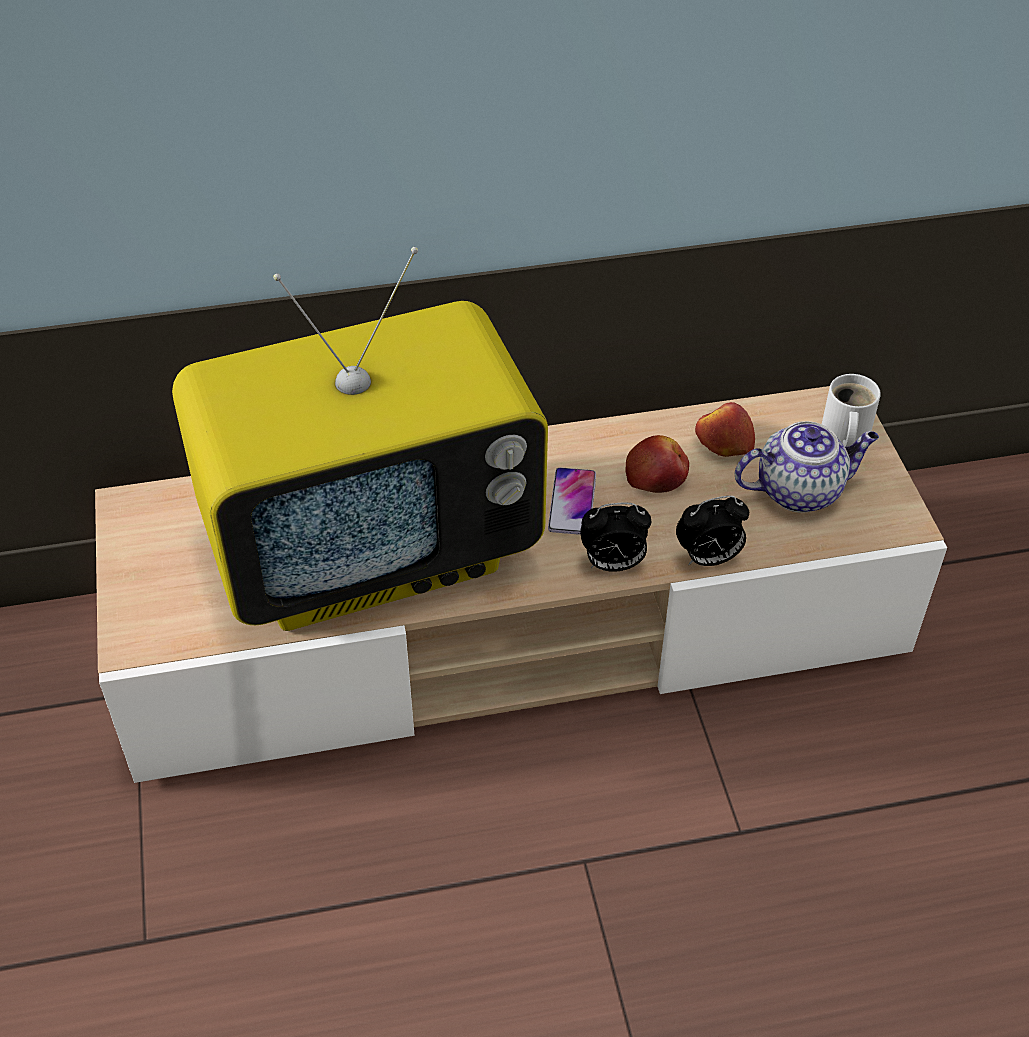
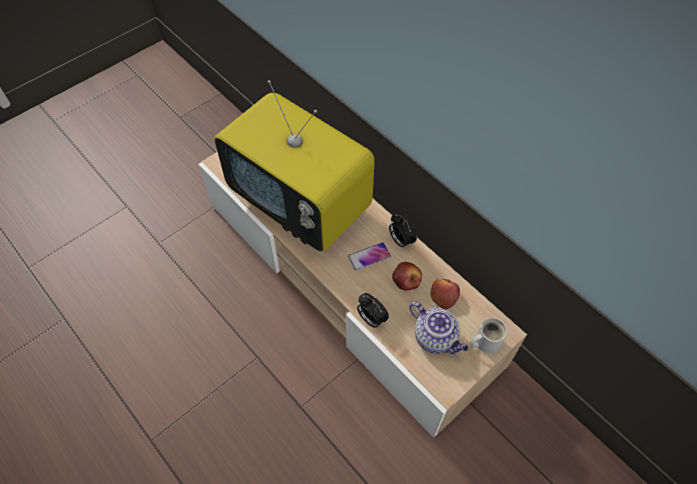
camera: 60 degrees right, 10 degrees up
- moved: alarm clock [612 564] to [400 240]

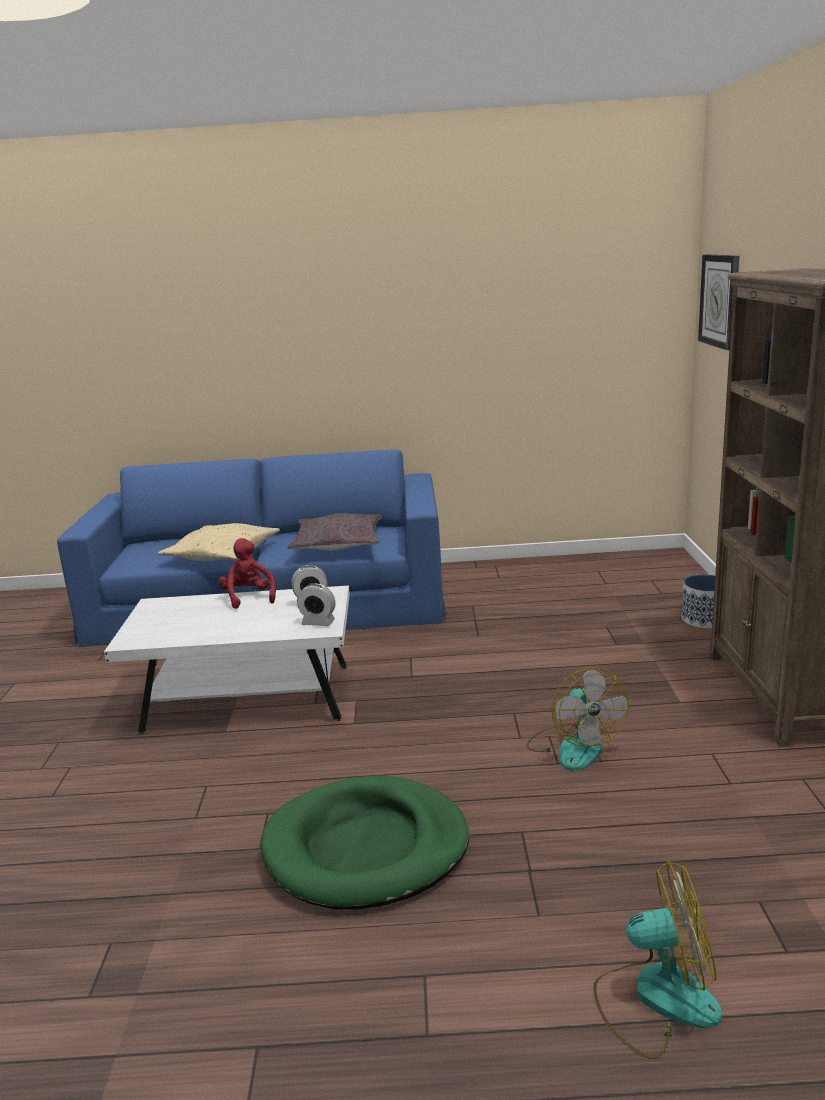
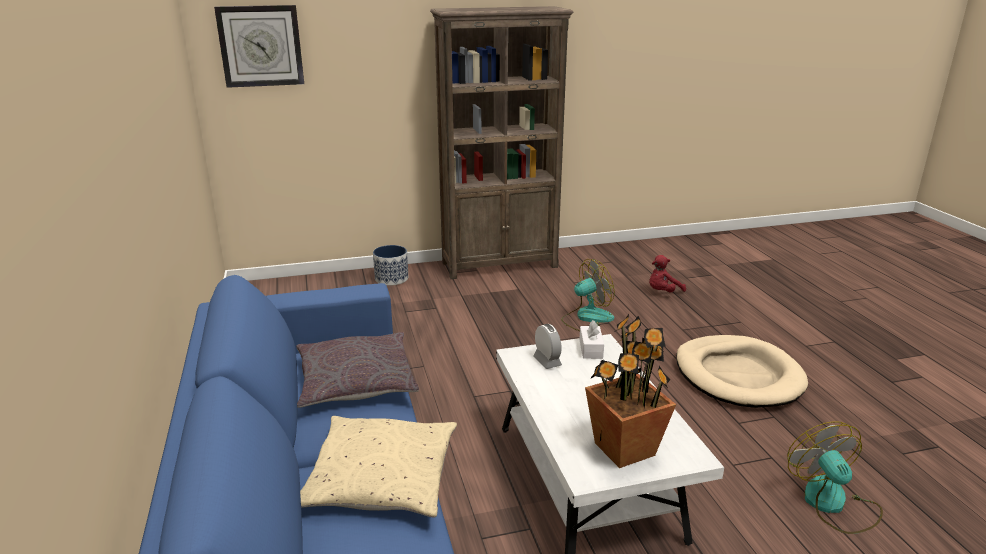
camera: 105 degrees left, 5 degrees up
- added: potted plant [625 448]
- moved: red plush toy [249 597] to [663 292]
- moved: fan [656 998] to [832 504]
- replaced: alarm clock [318 623] to white tissue box [591 349]
- recoloured: green dog bed [366 848] to beige dog bed [738 375]

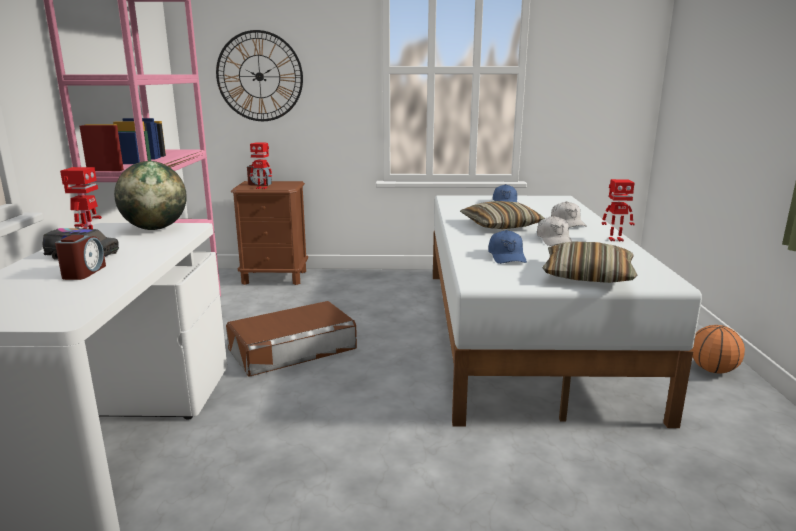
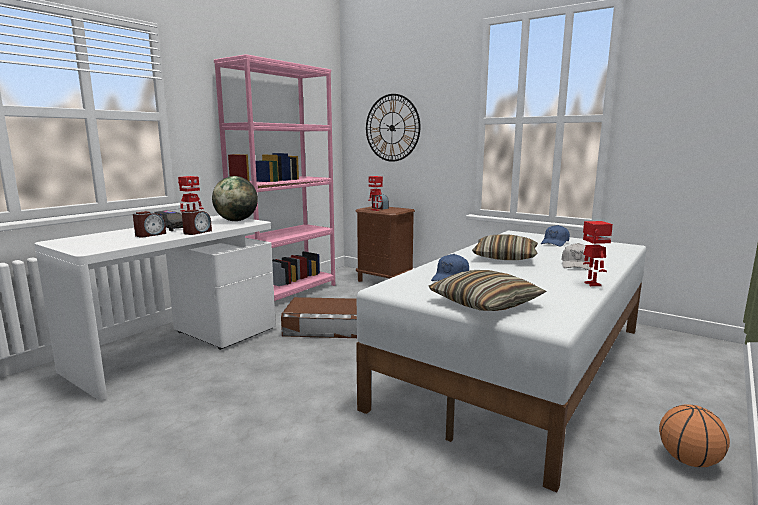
camera: 35 degrees right, 5 degrees down
- removed: white cap [554 240]
- added: alarm clock [197 232]
- turned: toy robot [615 239] = [591 284] 135 degrees counterclockwise

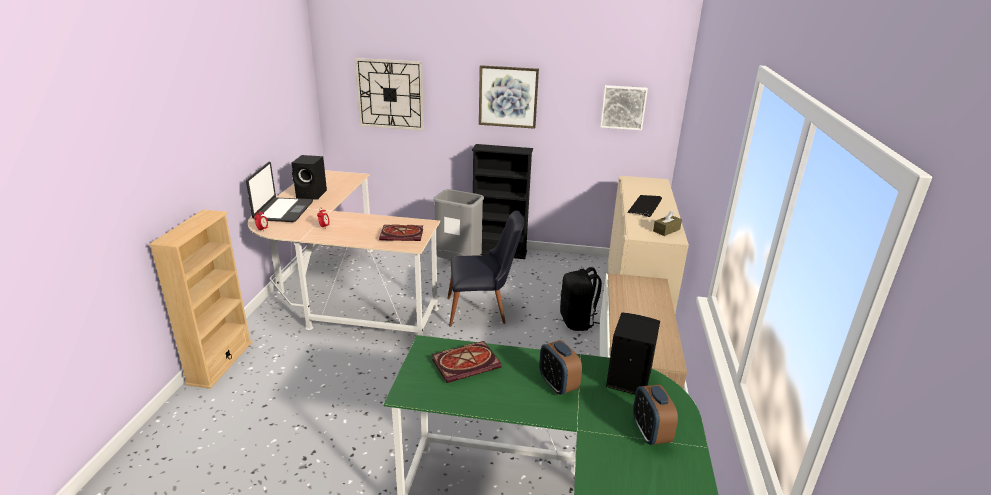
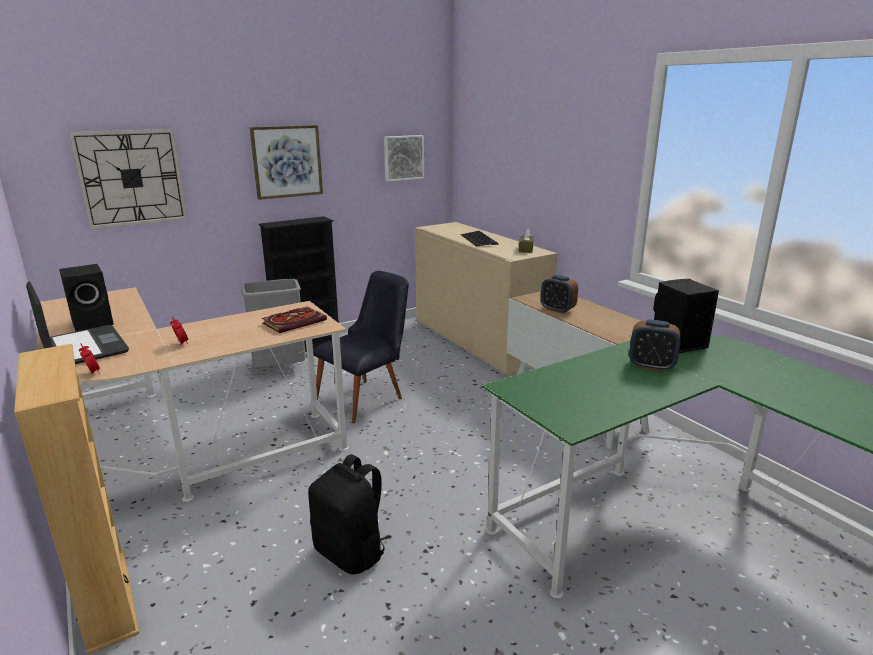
camera: 40 degrees left, 5 degrees down
- removed: book [467 363]
- moved: black backpack [577 321] to [351 552]
- moved: alarm clock [650 433] to [557 310]

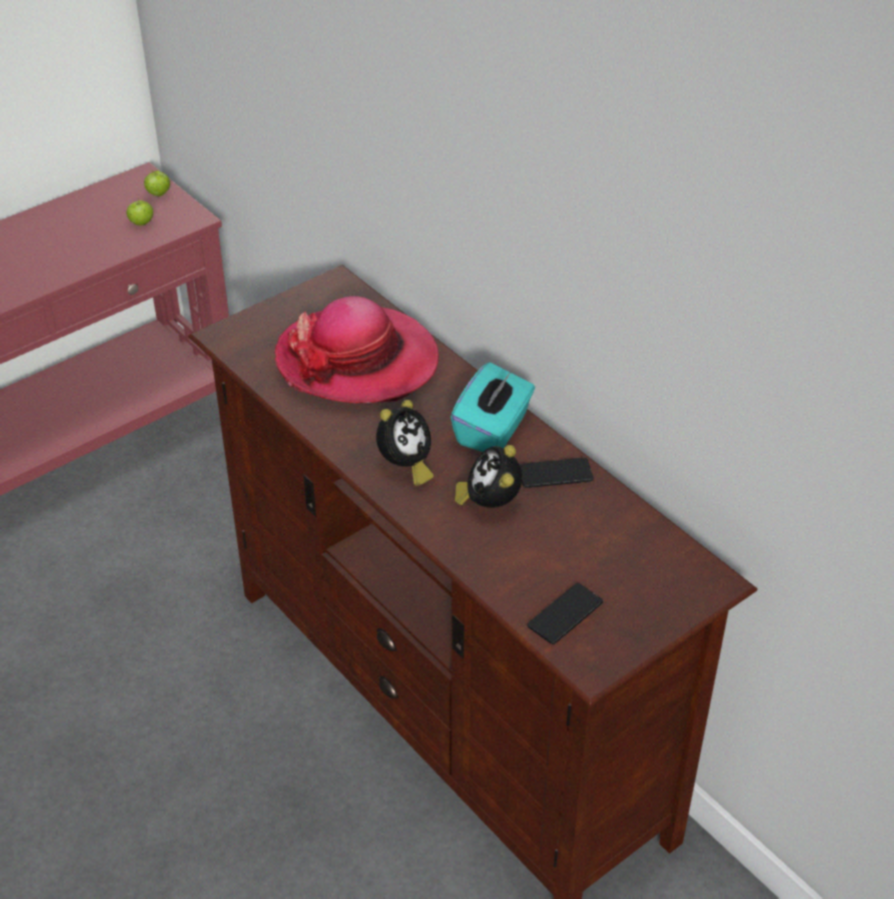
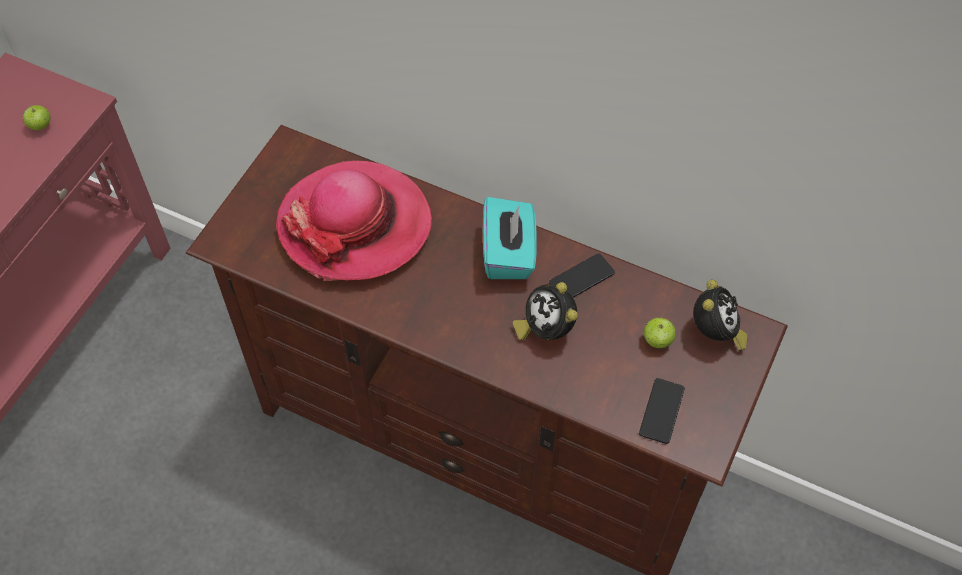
camera: 25 degrees left, 15 degrees up
- moved: apple [158 194] to [657 340]
- moved: alarm clock [405 467] to [715 333]

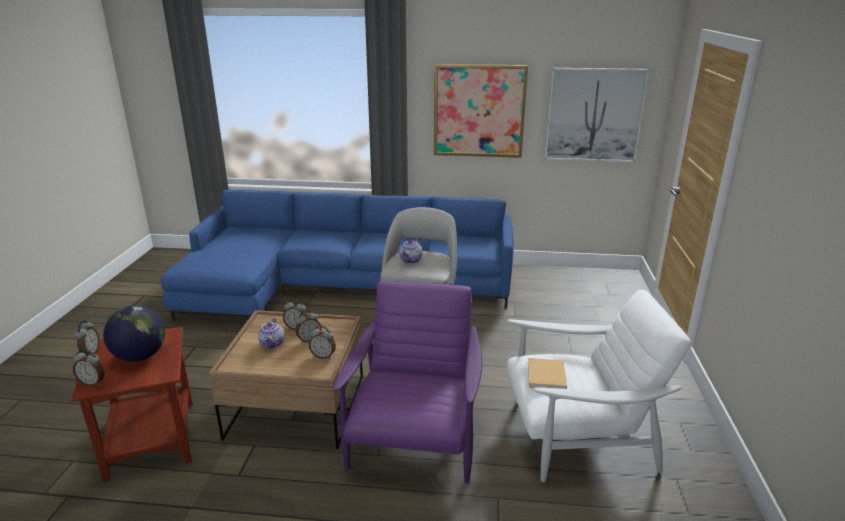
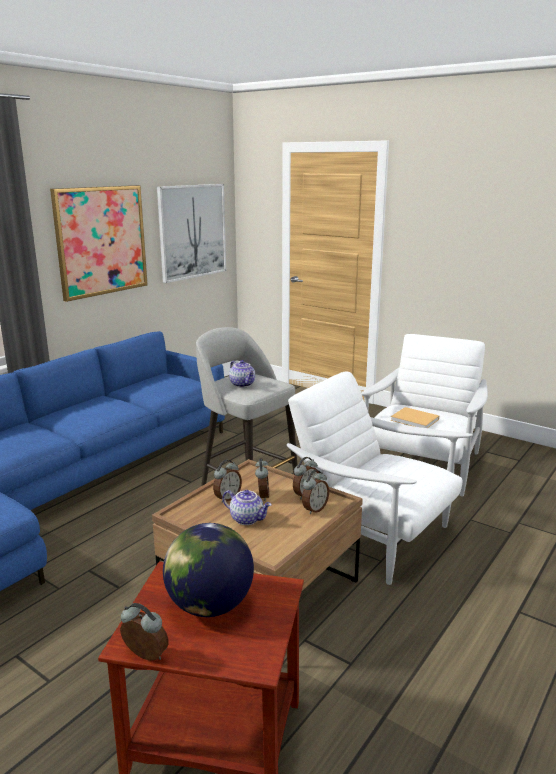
camera: 60 degrees left, 5 degrees down
- moved: alarm clock [93 383] to [314 509]
- recoloured: purple armchair [415 438] to white armchair [371 534]

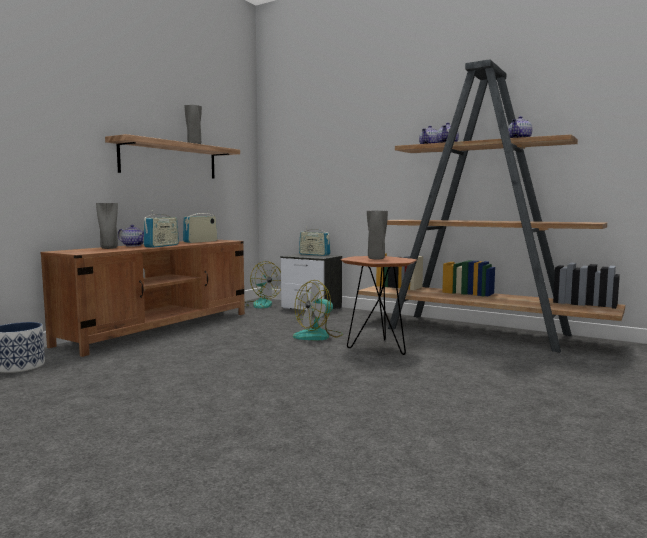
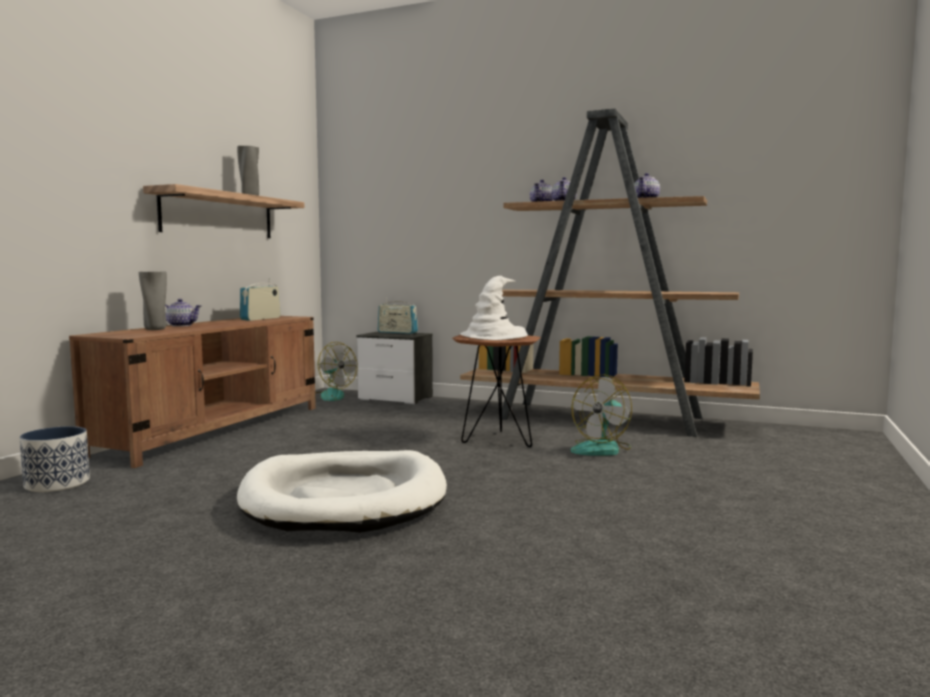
camera: 10 degrees left, 0 degrees up
- removed: radio [161 246]
- added: white dog bed [344 498]
- moved: fan [318 336] to [602 449]
- replaced: grey vase [376 258] to white hat [494 336]

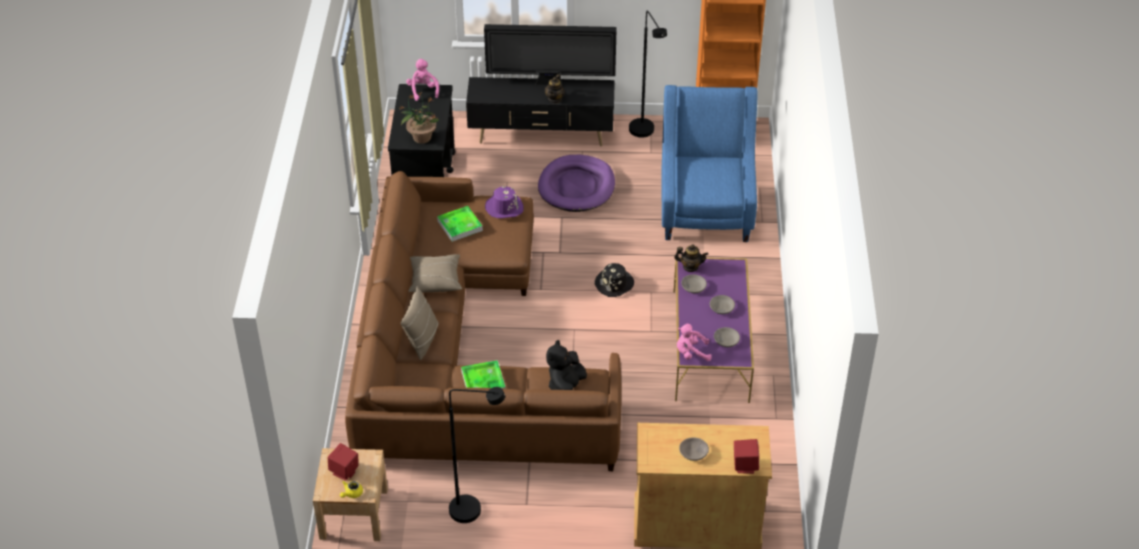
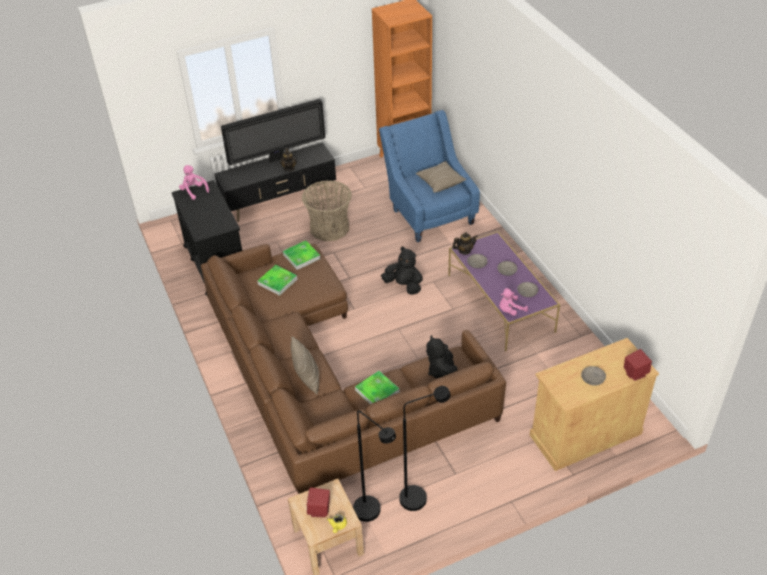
camera: 25 degrees left, 0 degrees up
- removed: potted plant [421 137]
- moved: beige pillow [435 280] to [440 182]
- moved: black floor lamp [645 133] to [373 514]
- replaced: purple hat [504 207] to tray [301 257]
- replaced: purple dog bed [576 186] to basket [329 228]
- replaced: black hat [614 284] to black plush toy [404 285]

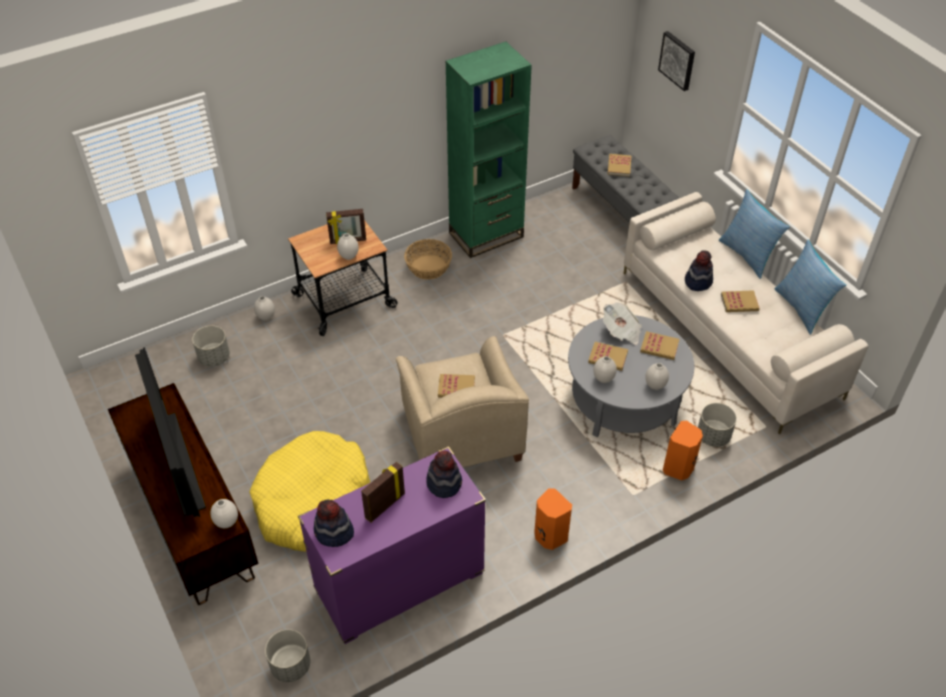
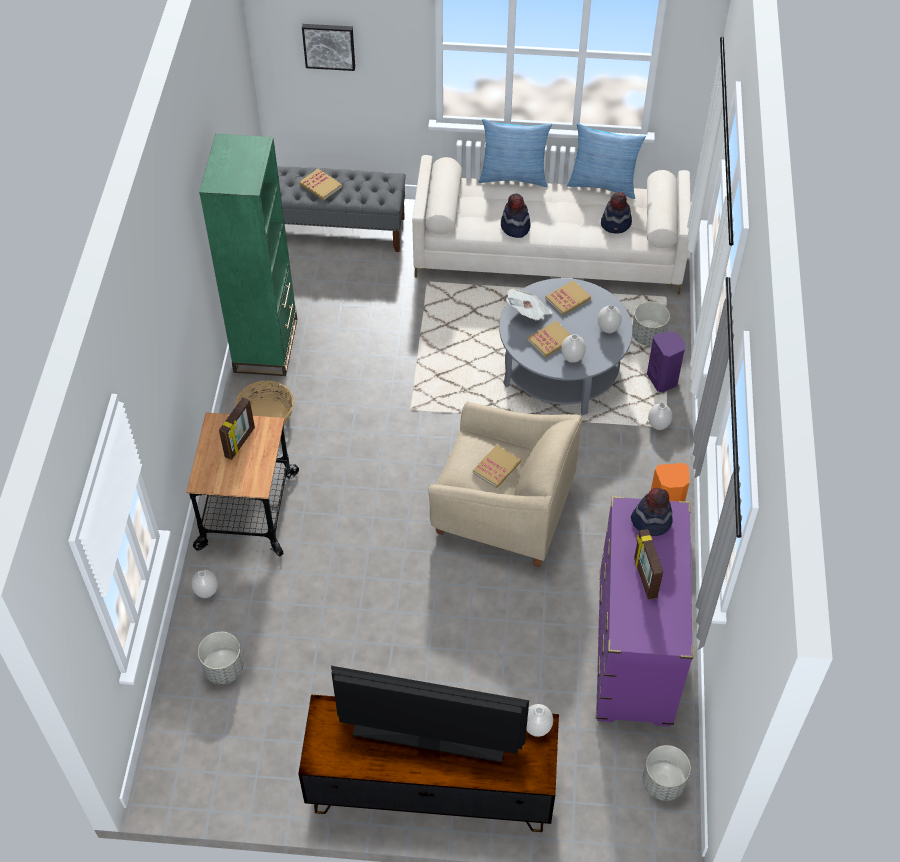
camera: 55 degrees left, 5 degrees up
- removed: yellow dog bed [312 500]
- removed: book [739 303]
- moved: hat [334 532] to [616 224]
- moved: white vase [348 257] to [658 425]
- recoloured: orange speaker [679 468] to purple speaker [663 379]

